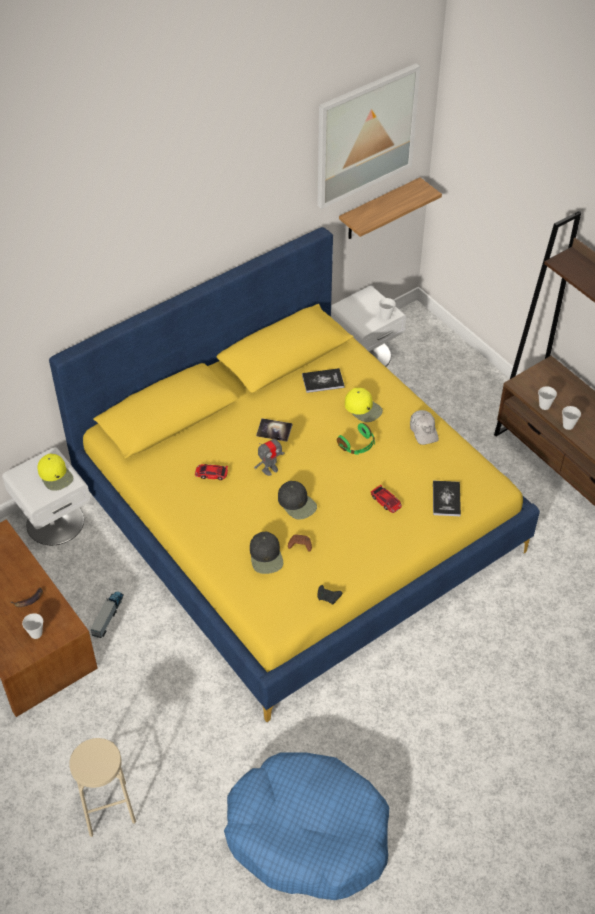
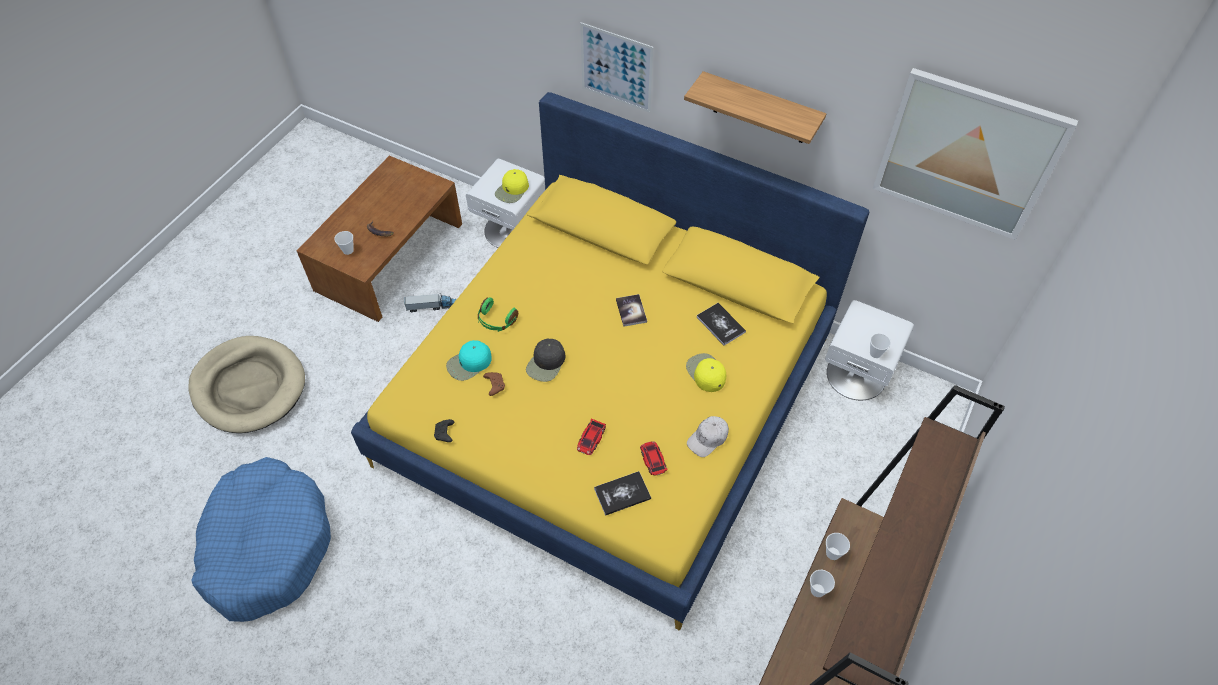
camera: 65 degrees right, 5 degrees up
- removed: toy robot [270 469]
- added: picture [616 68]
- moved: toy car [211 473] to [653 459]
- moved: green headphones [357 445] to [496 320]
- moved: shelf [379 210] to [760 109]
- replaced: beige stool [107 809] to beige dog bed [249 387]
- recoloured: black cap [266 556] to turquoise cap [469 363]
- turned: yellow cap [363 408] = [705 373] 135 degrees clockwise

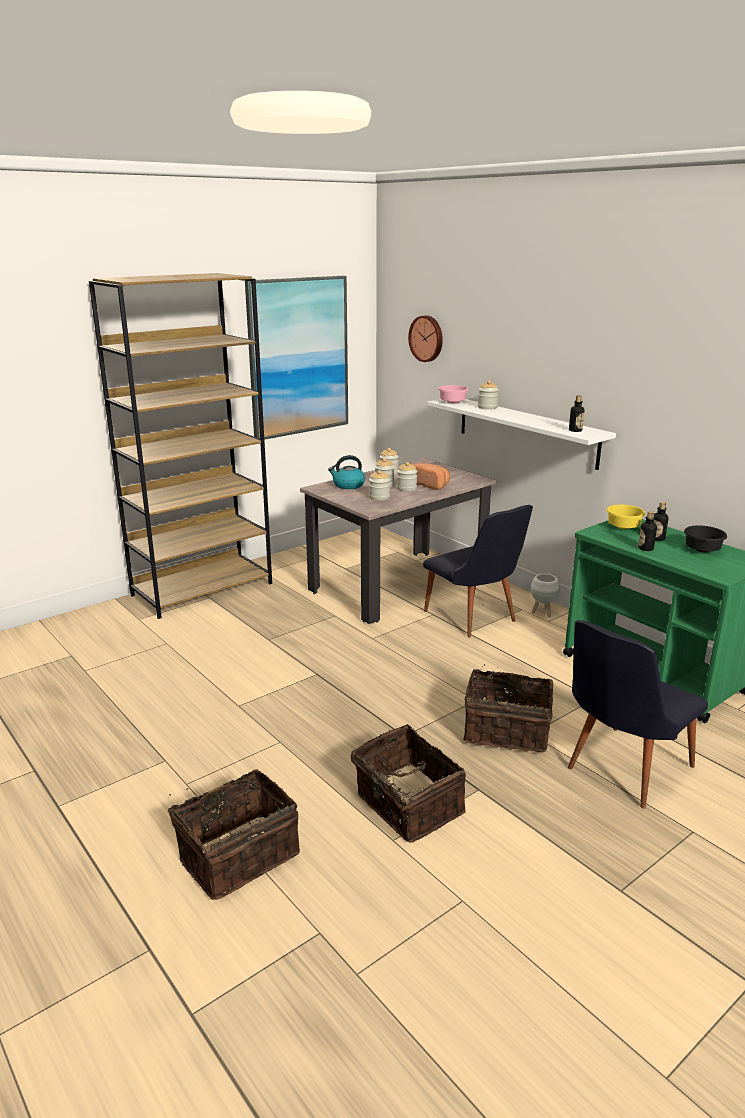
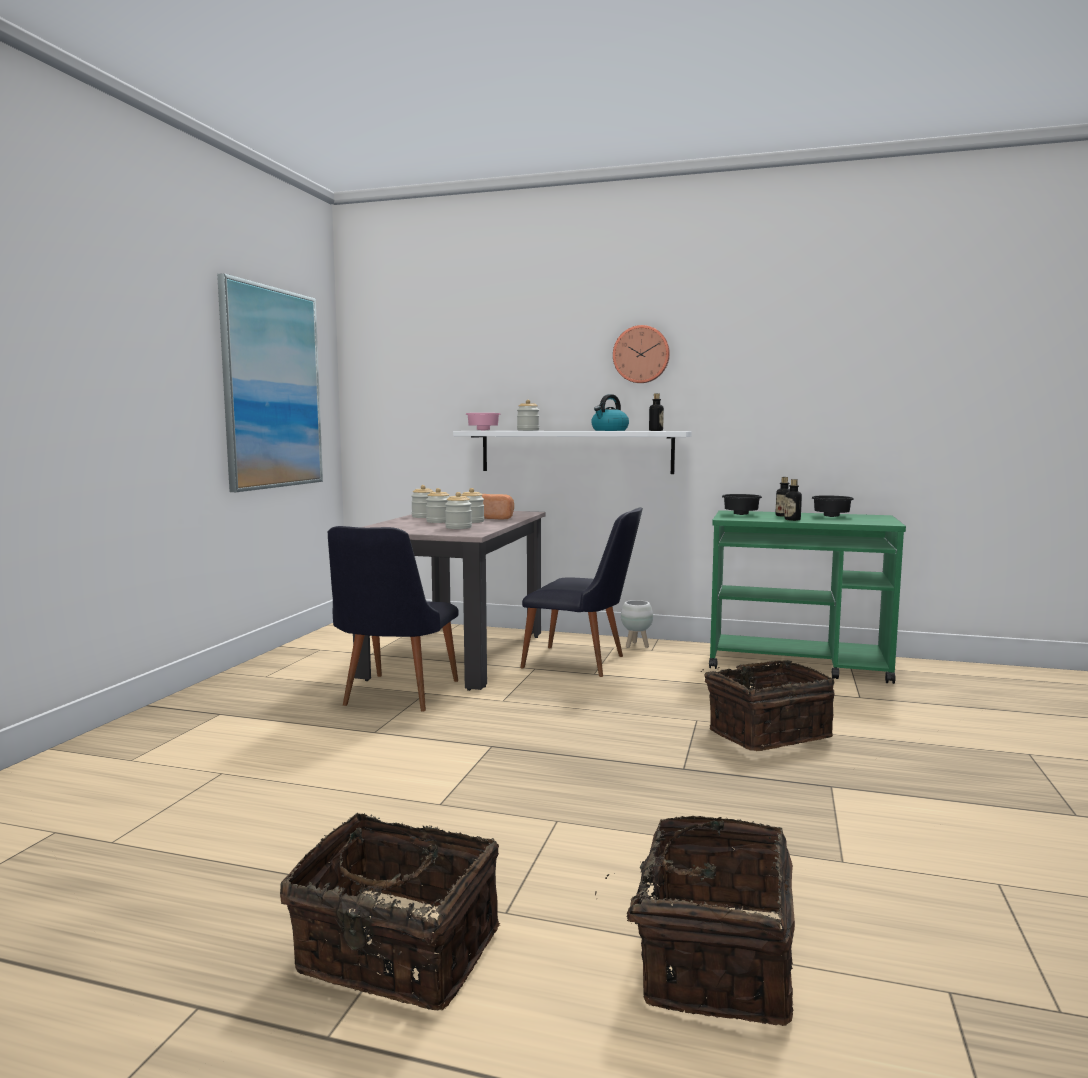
camera: 35 degrees left, 15 degrees down
- removed: brown bookcase [203 589]
- moved: kettle [348 485] to [609 430]
- moved: basket [406 805] to [396 955]
- moved: wall clock [427 338] to [641 354]
- moved: black chair [620 771] to [394 696]
- recoloured: yellow bowl [624 528] to black bowl [742 514]

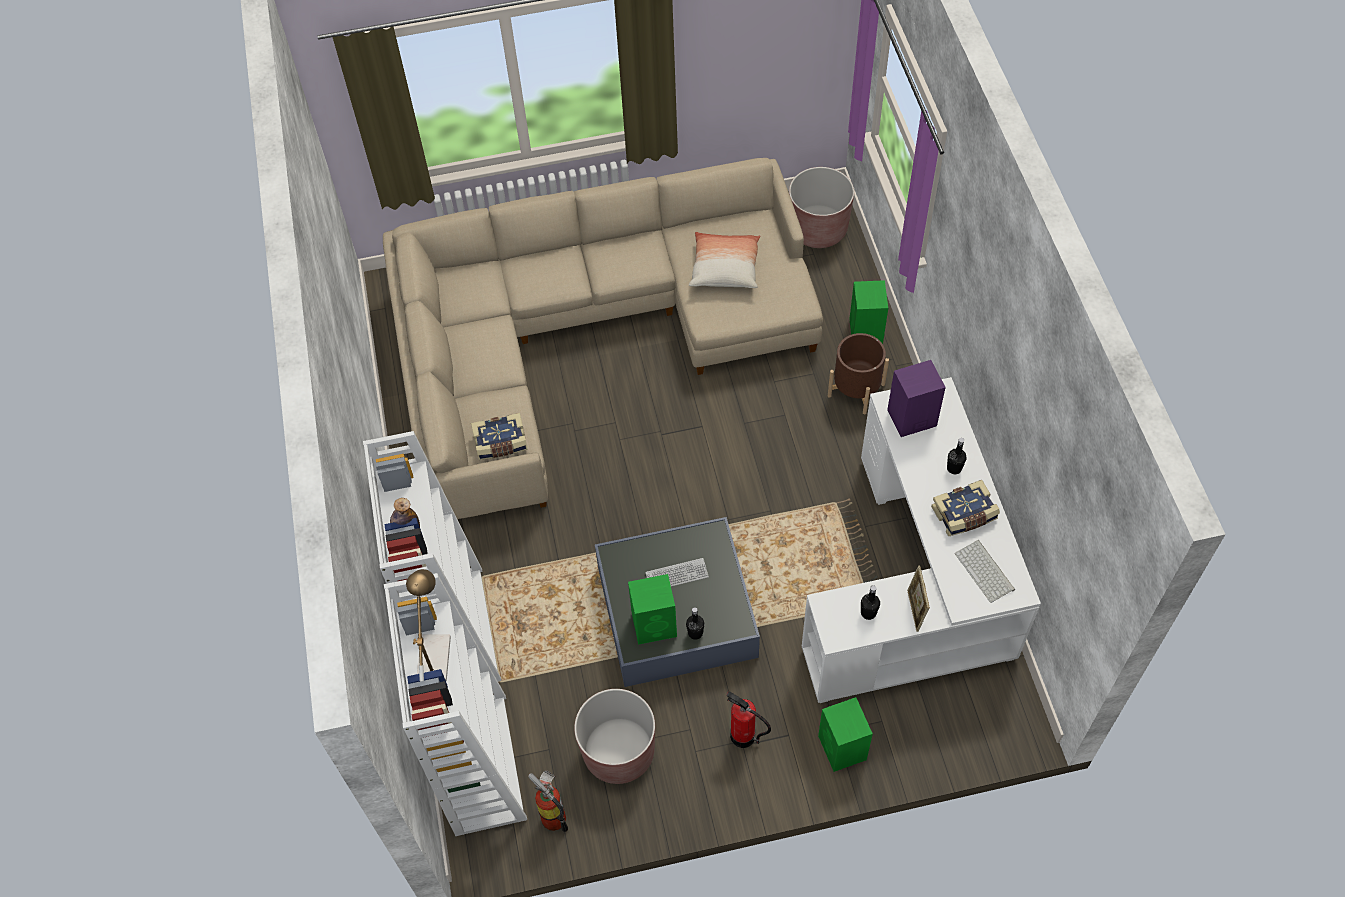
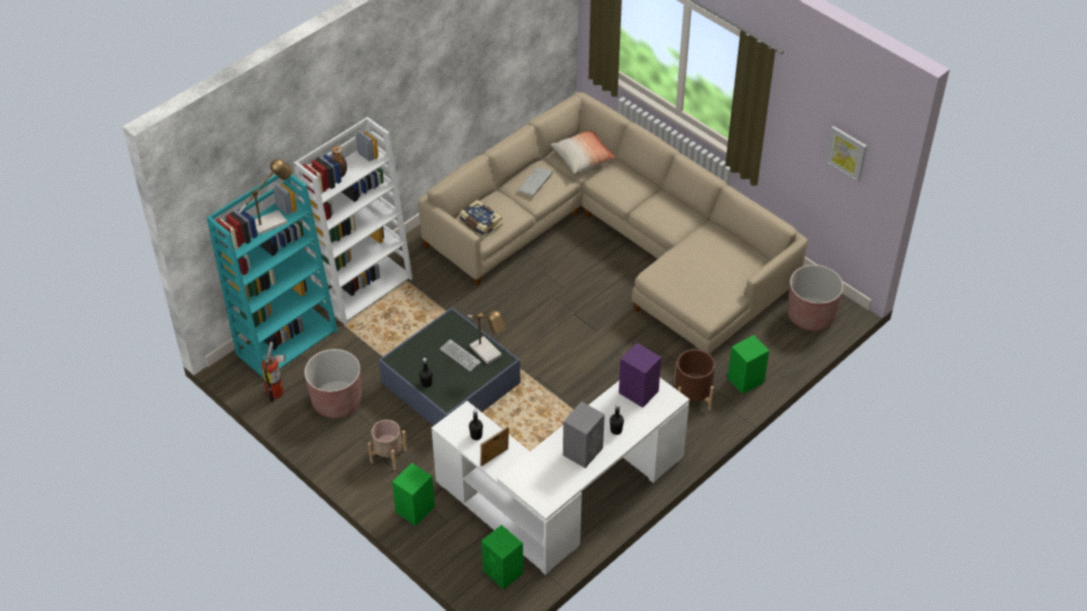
camera: 55 degrees right, 10 degrees down
- added: table lamp [488 353]
- added: picture [846 153]
- moved: green speaker [655 624] to [503 572]
- moved: pillow [724 268] to [583 158]
- moved: keyboard [986 571] to [535 182]
- replaced: fire extinguisher [742 736] to beige planter [388 456]
- replaced: book [964 515] to grey speaker [583 451]
- recoloured: white bookcase [479 762] to turquoise bookcase [287 341]

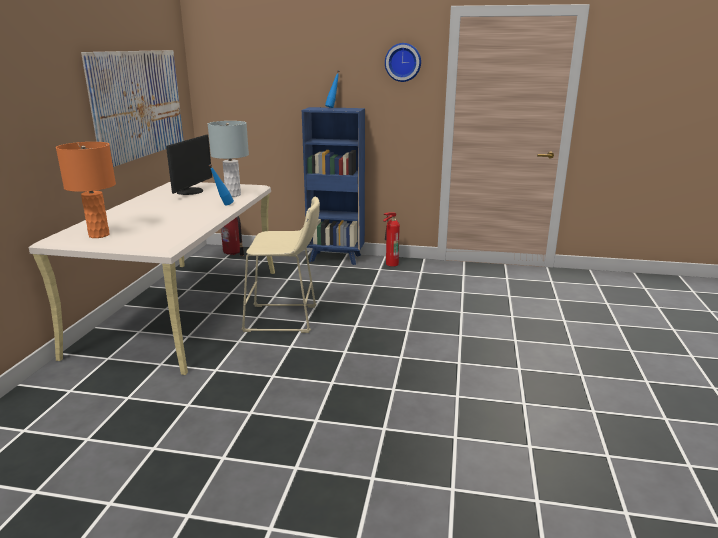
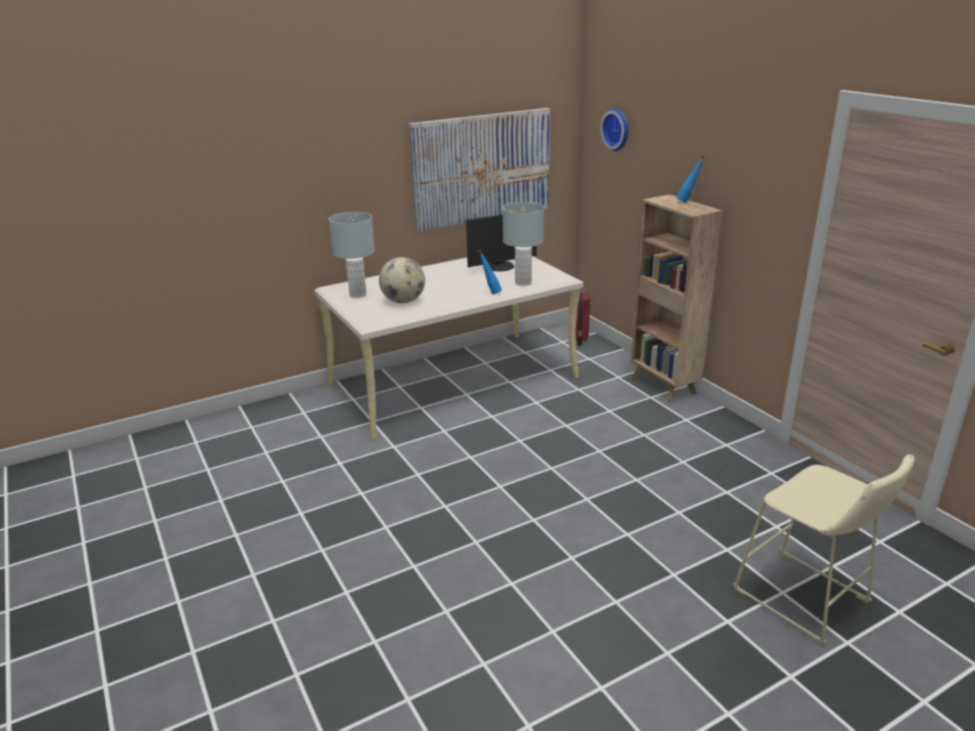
camera: 50 degrees right, 5 degrees up
- removed: fire extinguisher [390 264]
- added: globe [403 301]
- moved: beige stool [285 319] to [806 600]
- moved: wall clock [403 62] to [617 129]
- recoloured: orange table lamp [99 235] to grey table lamp [358 294]
- recoloured: blue bookcase [336 258] to brown bookcase [664 386]

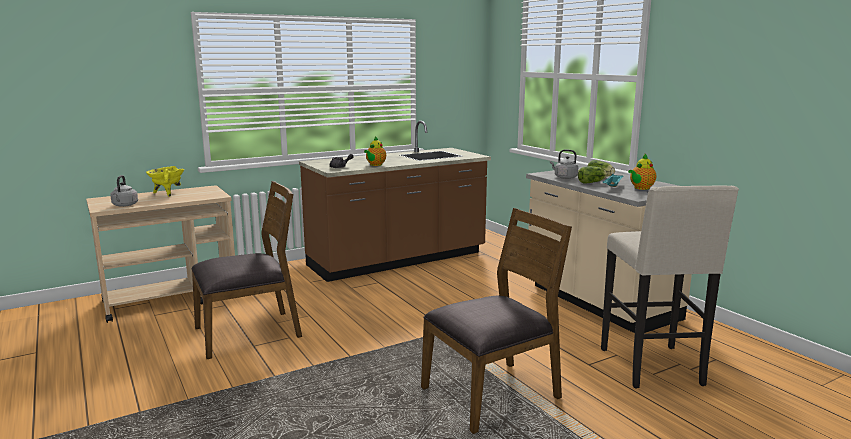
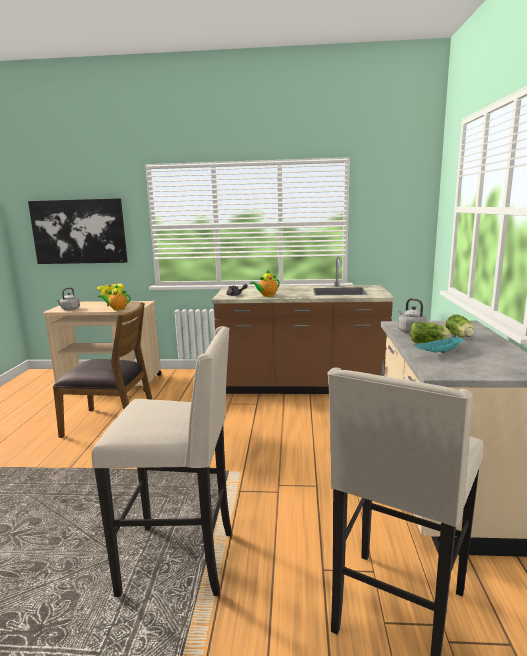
camera: 35 degrees right, 0 degrees up
- added: picture [79 231]
- moved: teapot [641 188] to [117 309]
- replaced: brown chair [492 394] to beige stool [181 560]

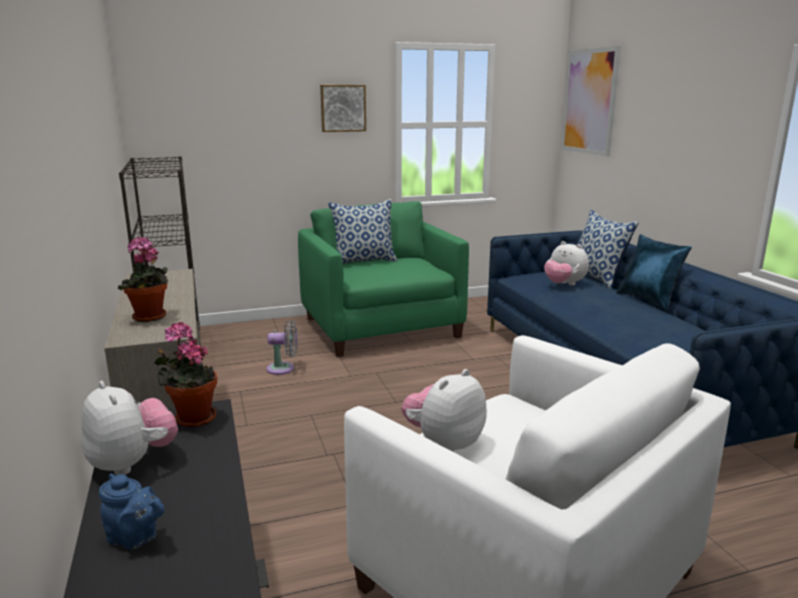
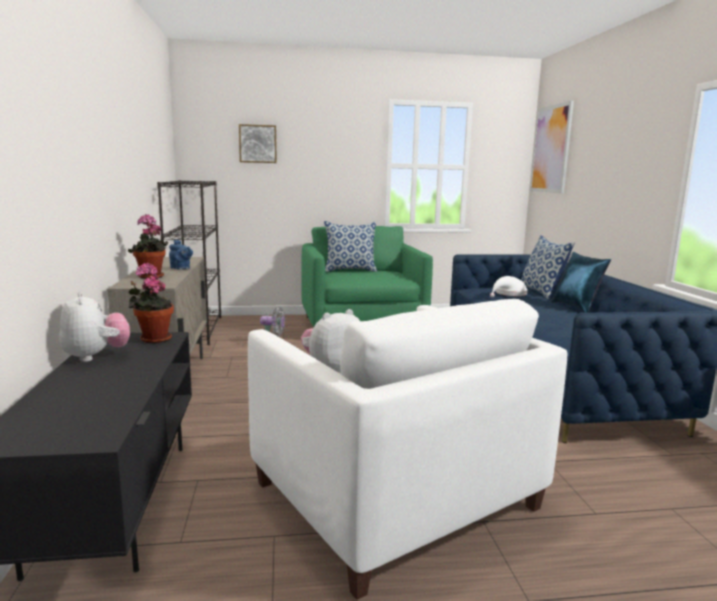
camera: 10 degrees right, 5 degrees down
- moved: blue teapot [135 538] to [181 268]
- moved: picture [343 108] to [258 144]
- replaced: plush toy [564 285] to white hat [509 294]

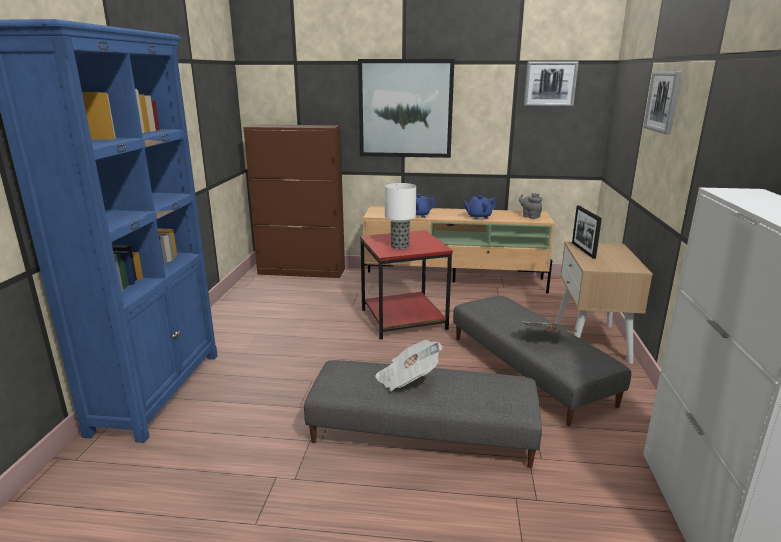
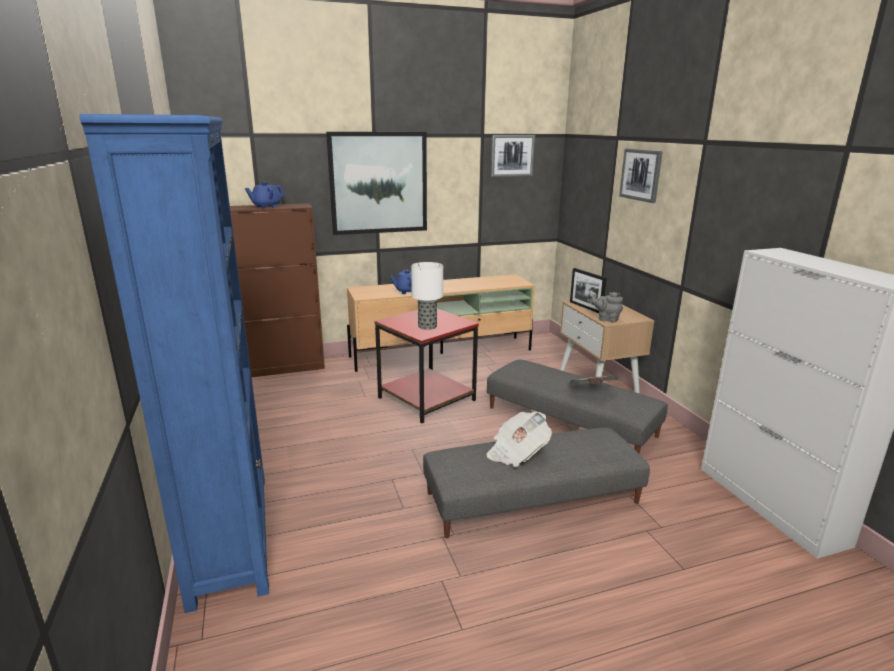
camera: 25 degrees left, 0 degrees up
- moved: blue teapot [478 217] to [266 207]
- moved: grey teapot [530 216] to [606 319]

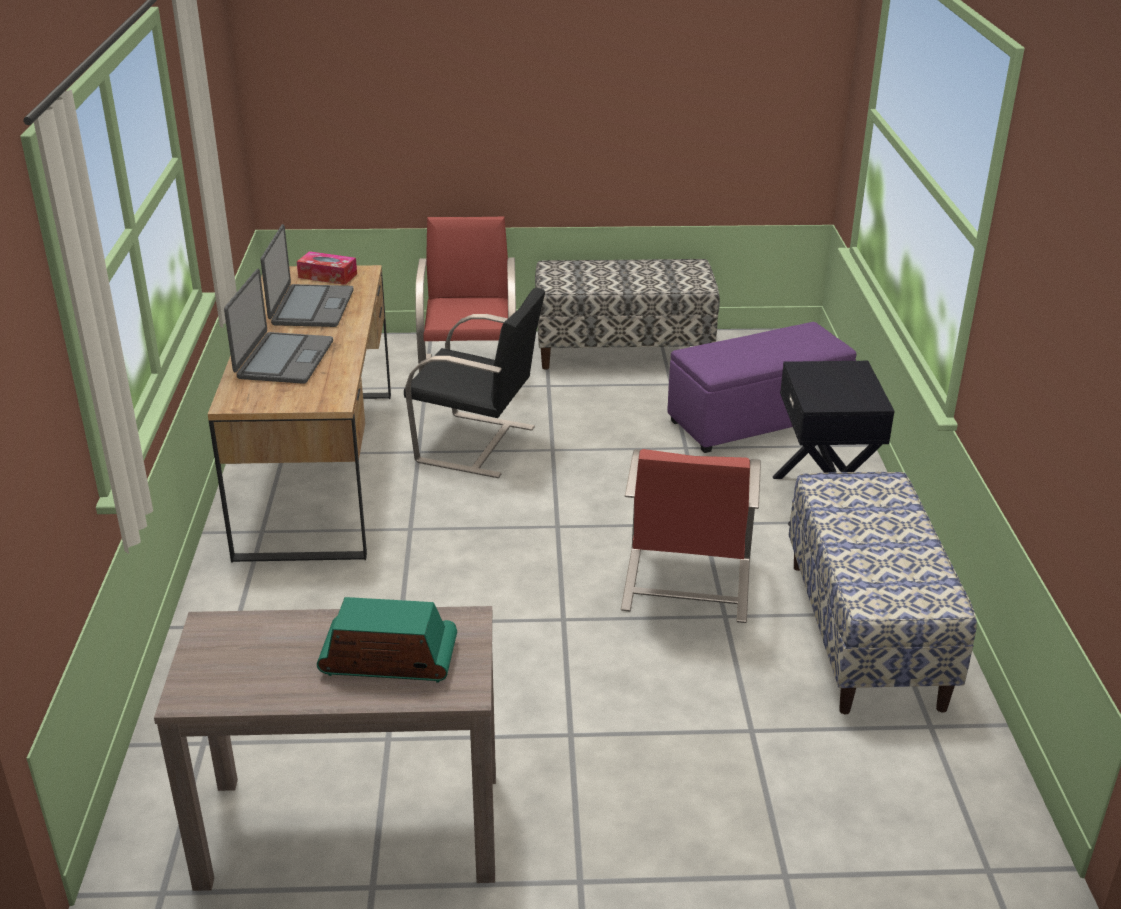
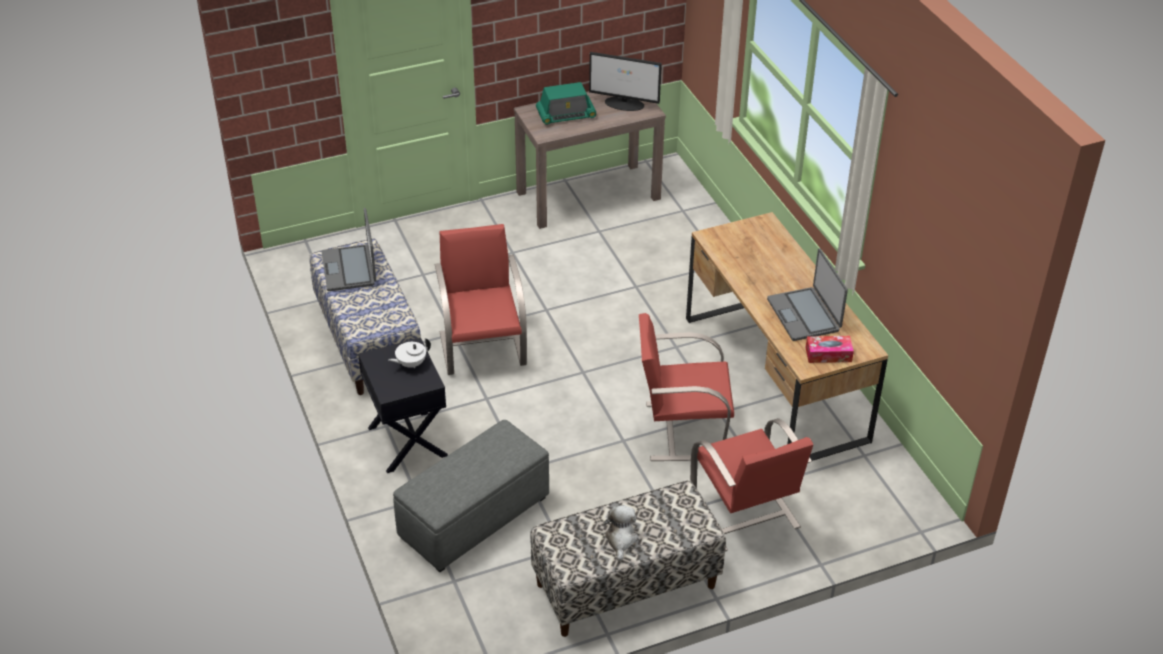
camera: 160 degrees right, 10 degrees up
- added: white teapot [411 364]
- added: monitor [625 104]
- added: plush toy [621 539]
- moved: laptop [283 359] to [350 269]
- recoloured: black chair [478 445] to red chair [681 430]
- recoloured: purple ottoman [756 420] to grey ottoman [475 517]

